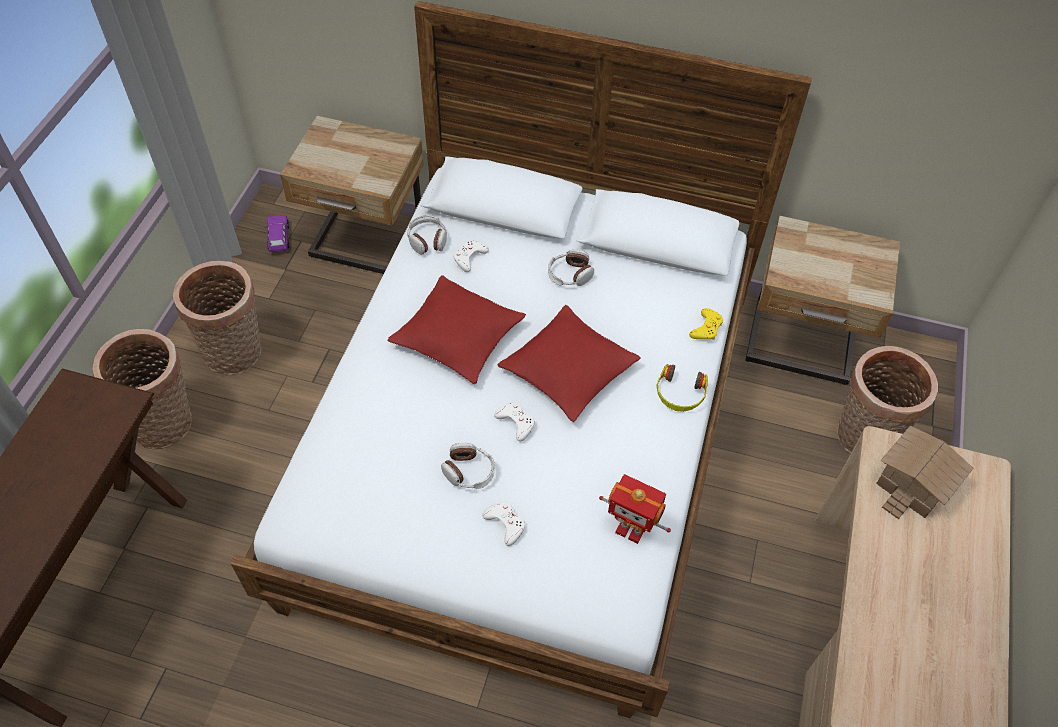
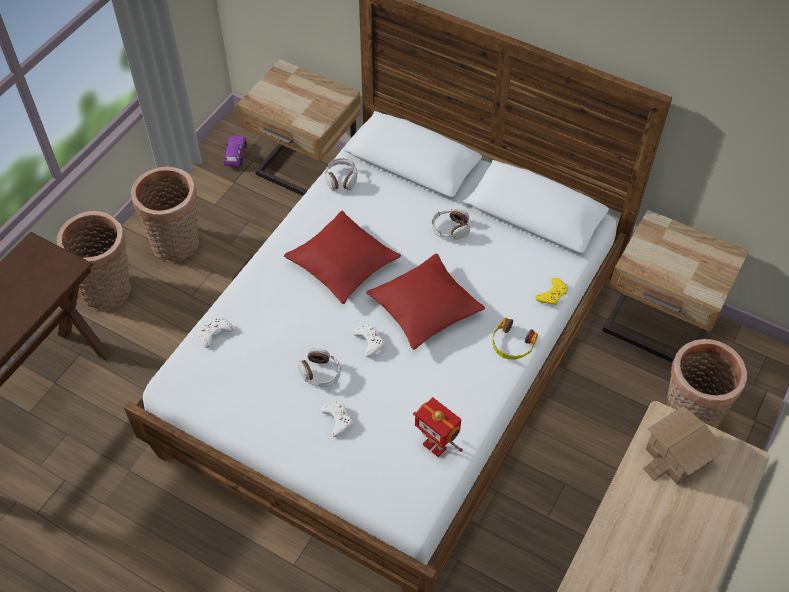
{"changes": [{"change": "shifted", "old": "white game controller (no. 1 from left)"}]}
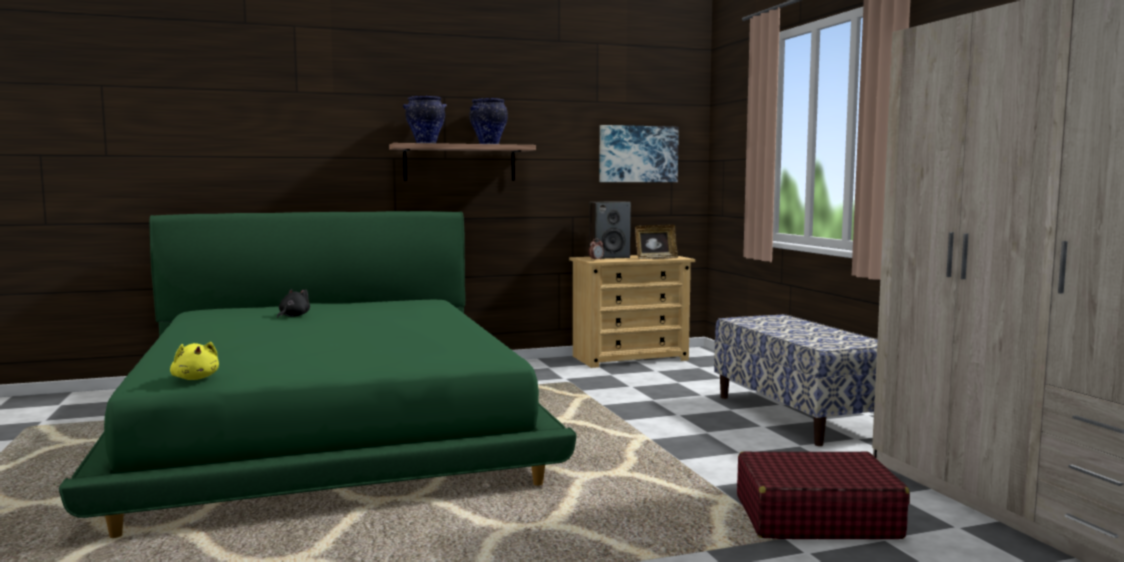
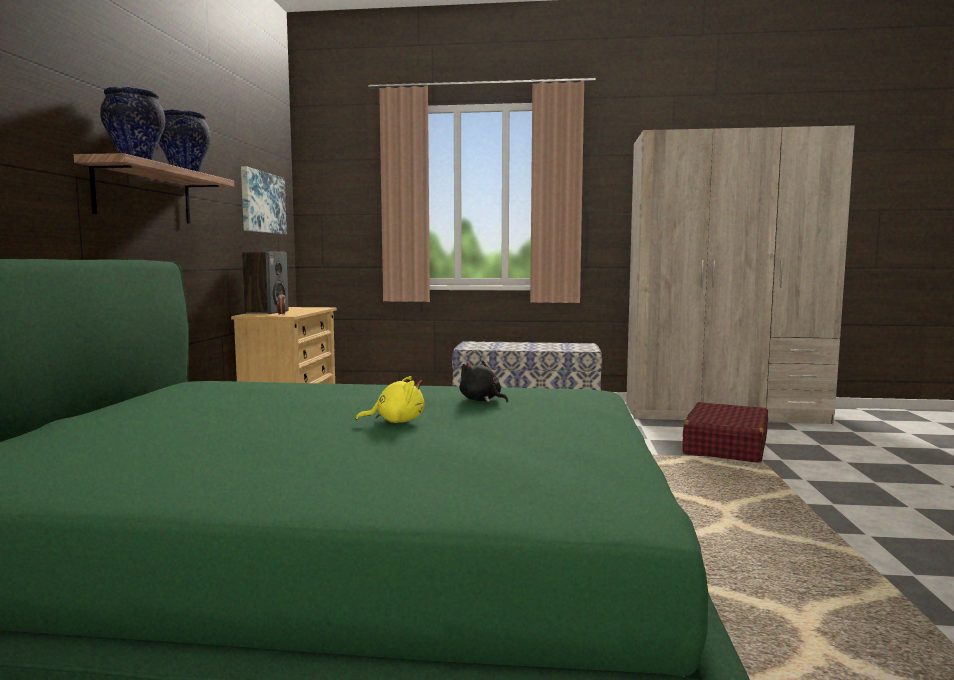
{"changes": [{"change": "gone", "old": "picture frame"}, {"change": "shifted", "old": "yellow plush toy"}, {"change": "shifted", "old": "black plush toy"}]}
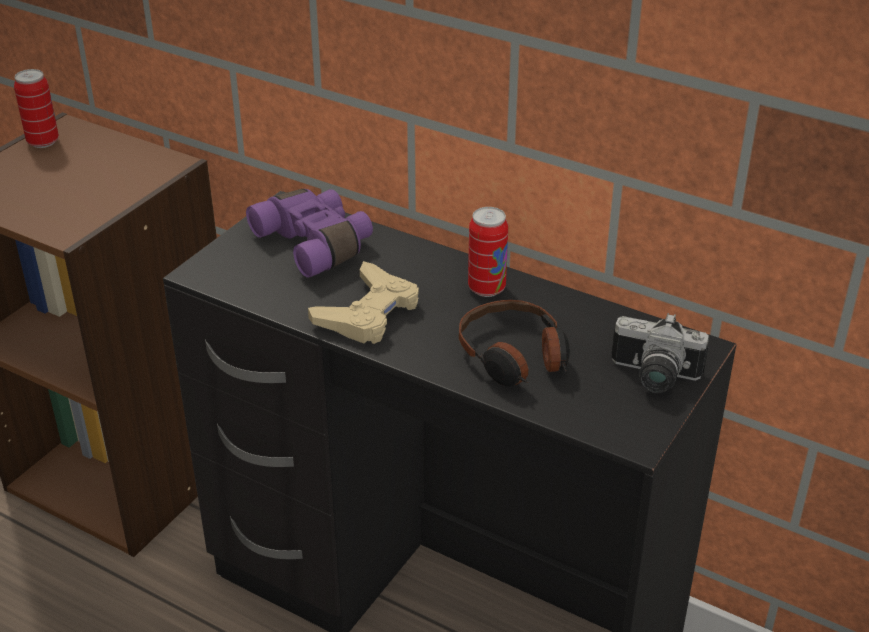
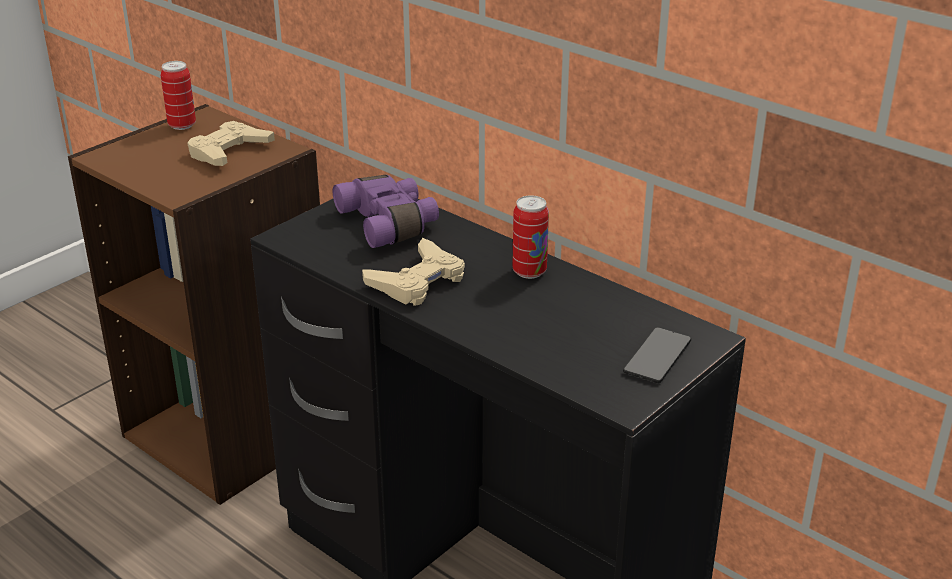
{"changes": [{"change": "gone", "old": "headphones"}, {"change": "new", "new": "beige game controller (no. 1 from left)"}, {"change": "swapped", "old": "photo camera", "new": "phone"}]}
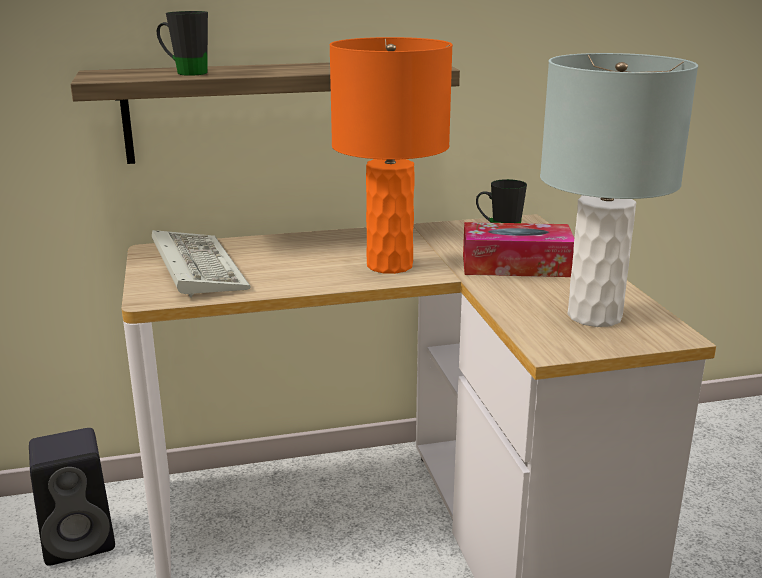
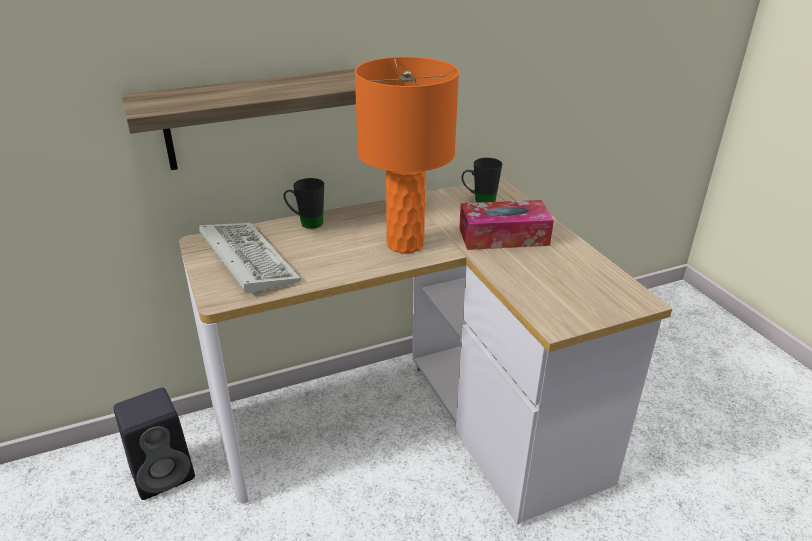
{"changes": [{"change": "gone", "old": "grey table lamp"}, {"change": "shifted", "old": "black mug (no. 1 from left)"}]}
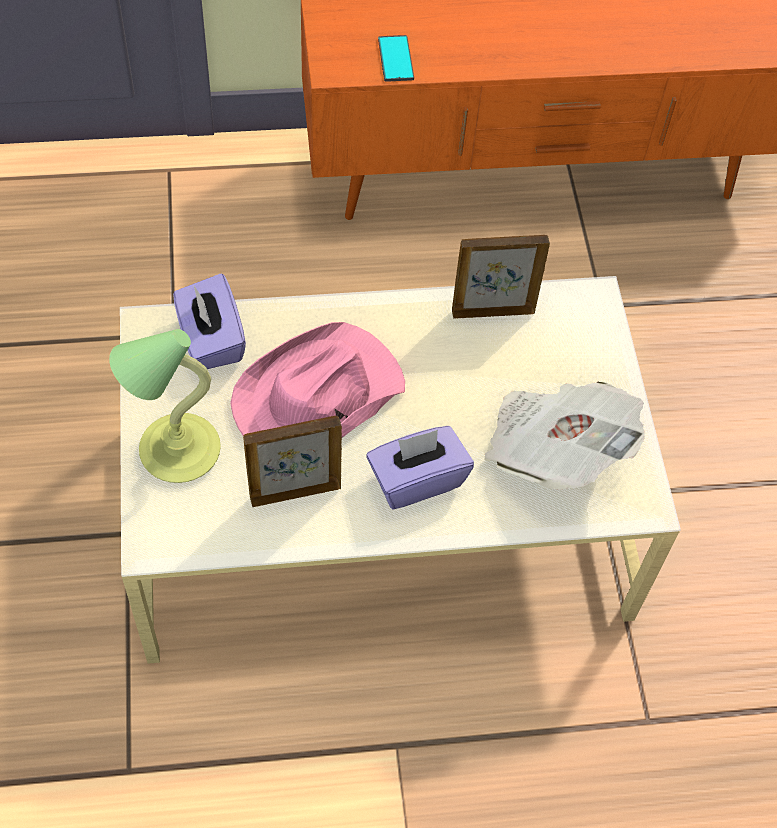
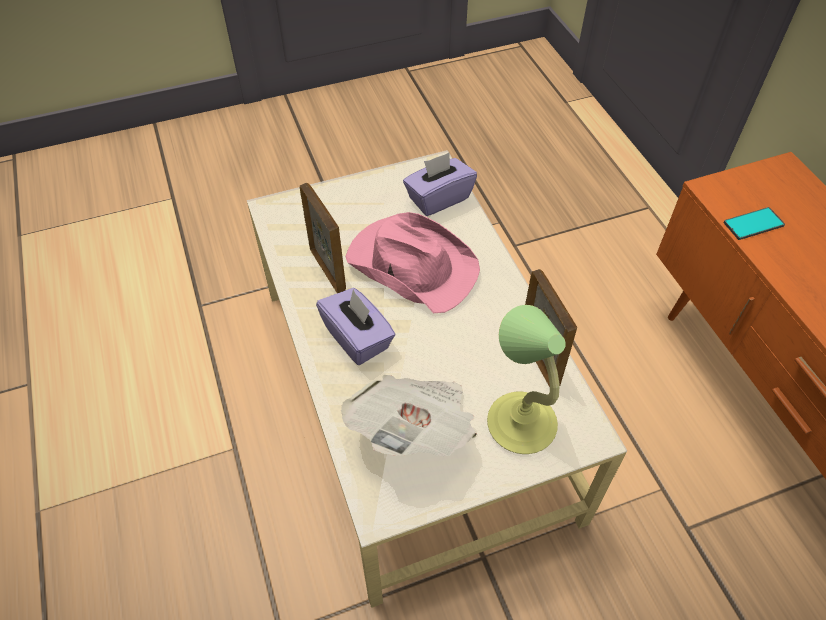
{"changes": [{"change": "shifted", "old": "table lamp"}]}
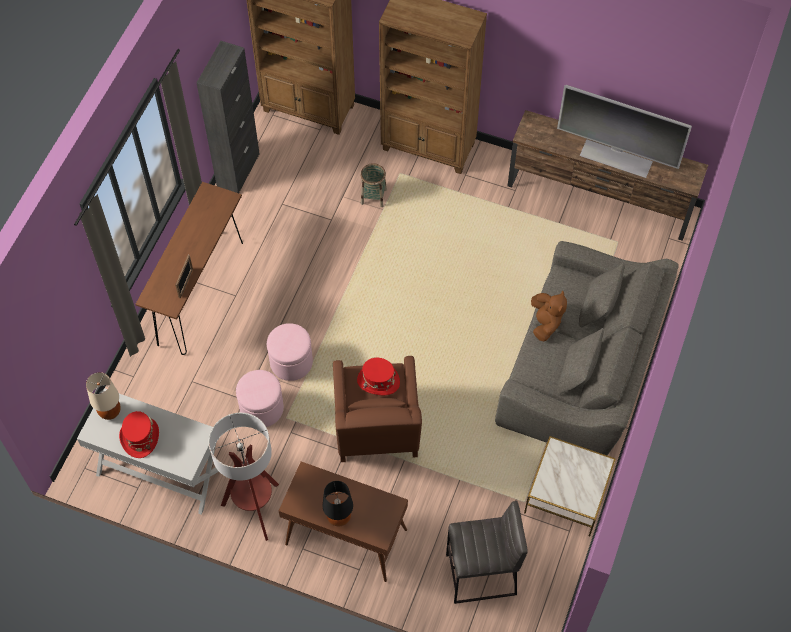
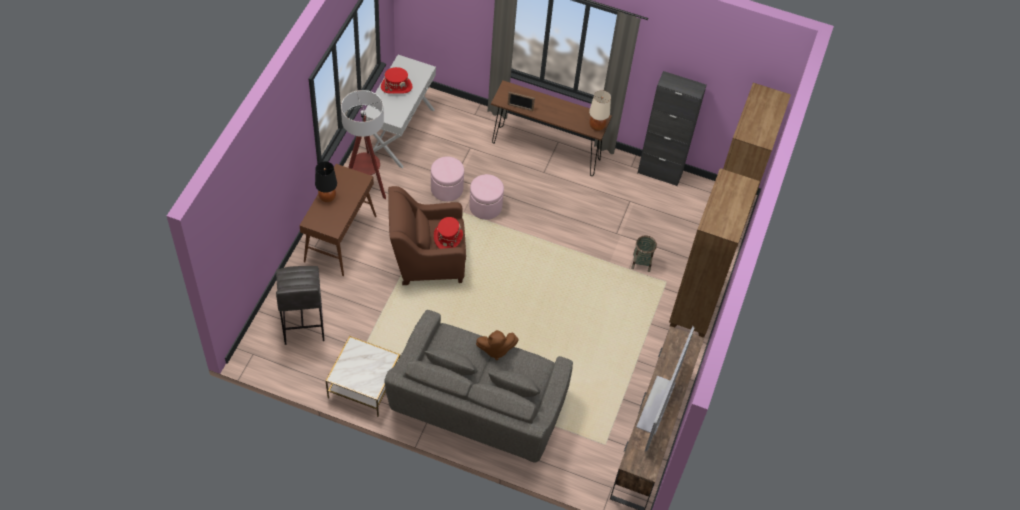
{"changes": [{"change": "shifted", "old": "beige table lamp"}]}
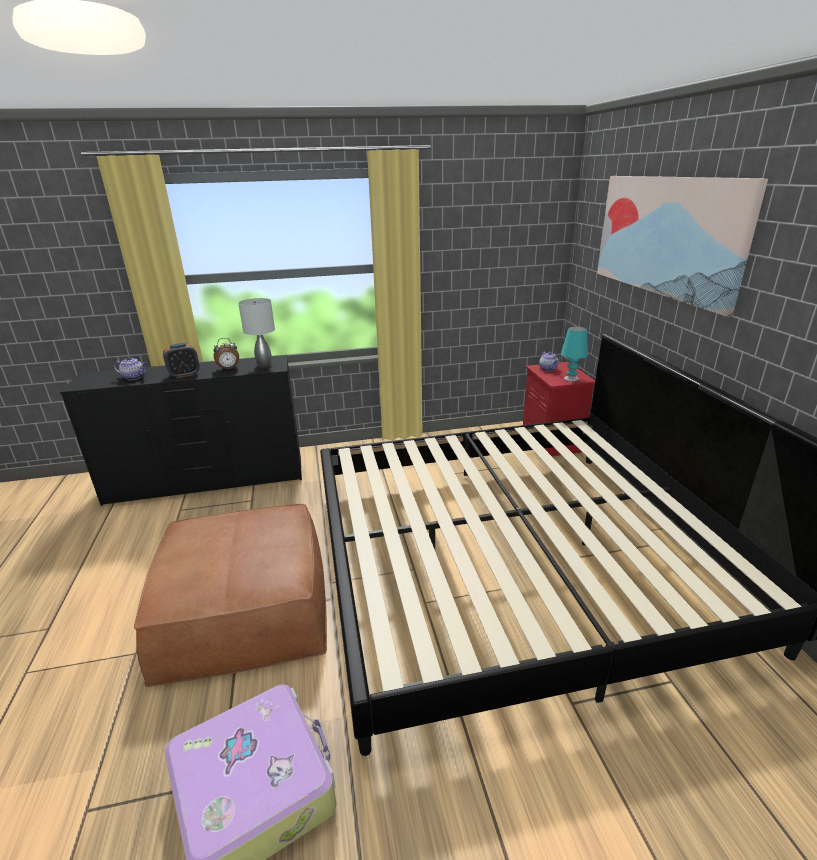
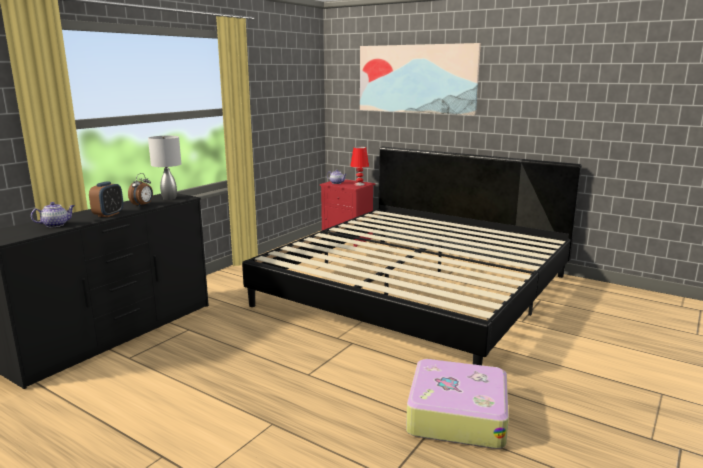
{"changes": [{"change": "gone", "old": "brown ottoman"}, {"change": "repainted", "old": "turquoise table lamp", "new": "red table lamp"}]}
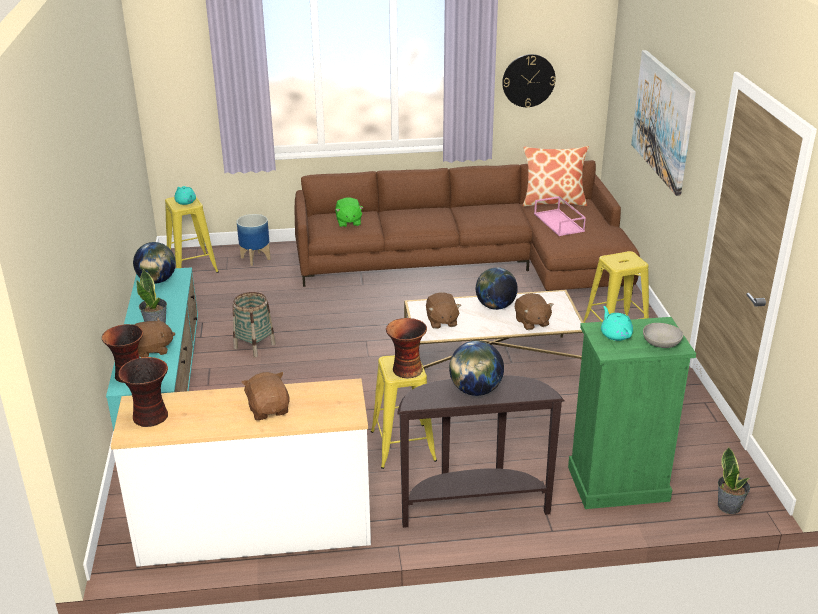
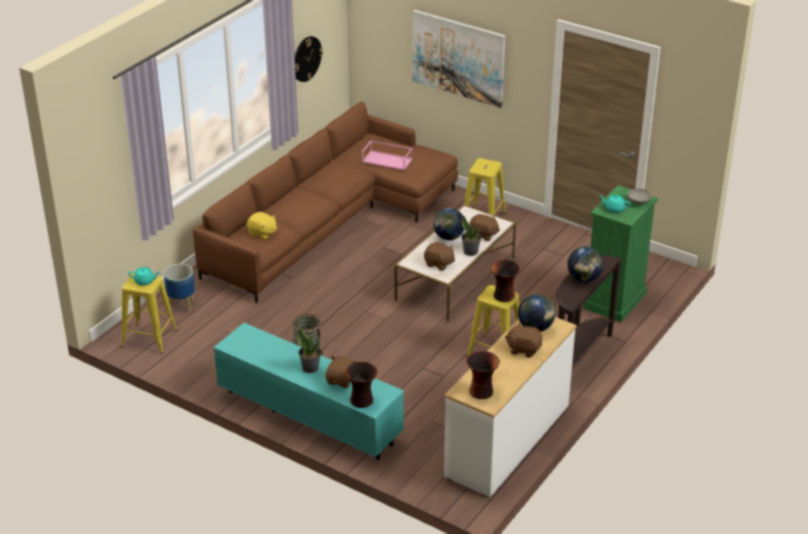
{"changes": [{"change": "gone", "old": "pillow"}, {"change": "shifted", "old": "globe (no. 1 from left in the first image)", "new": "globe (no. 2 from left)"}, {"change": "shifted", "old": "potted plant (no. 2 from left)"}, {"change": "repainted", "old": "green plush toy", "new": "yellow plush toy"}]}
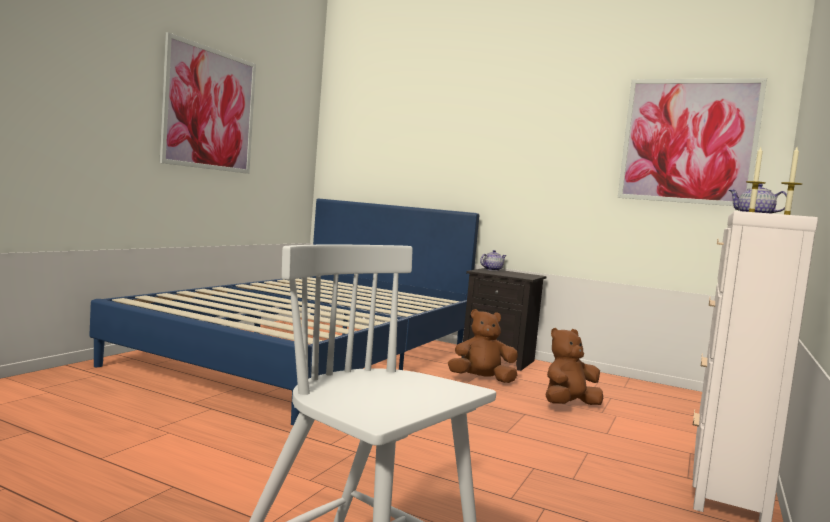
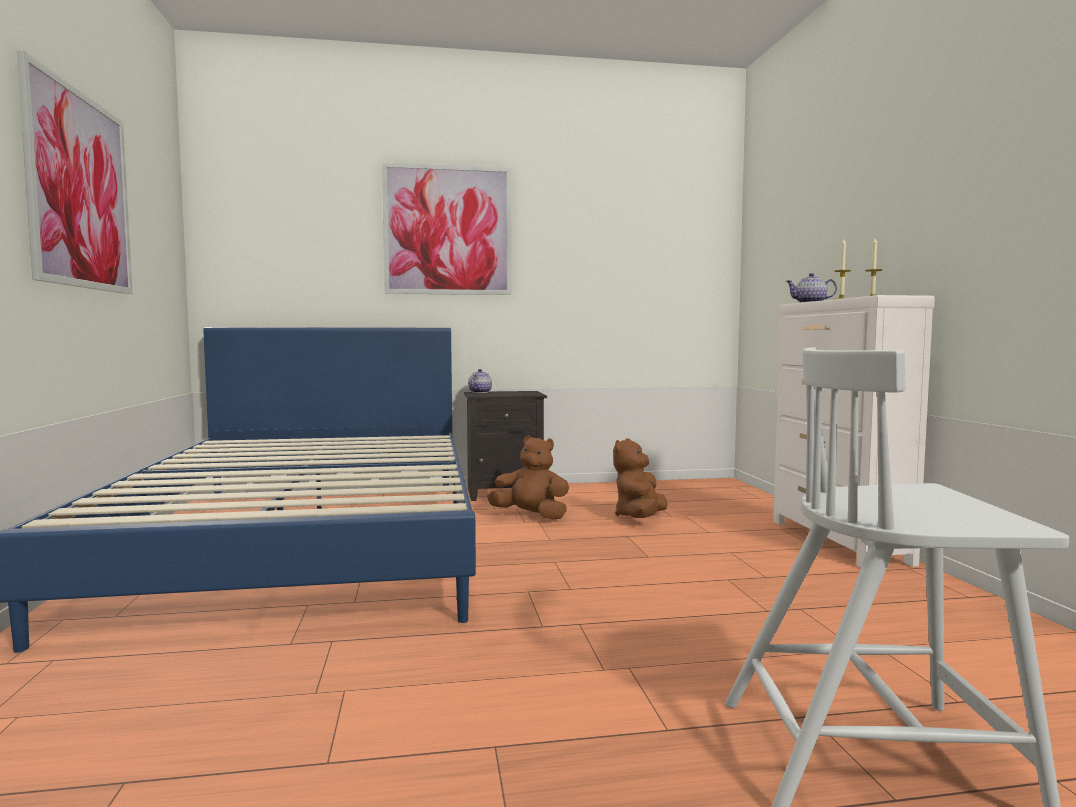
{"changes": [{"change": "shifted", "old": "picture (no. 2 from left)"}, {"change": "rotated", "old": "brown plush toy (no. 1 from left)", "degrees": 60}]}
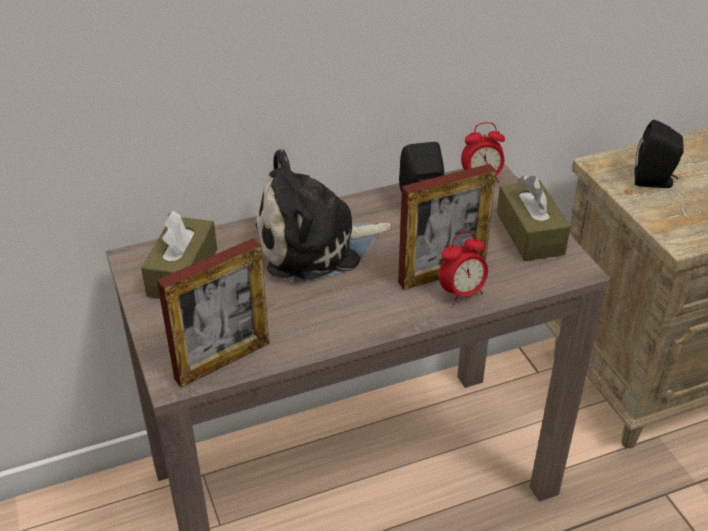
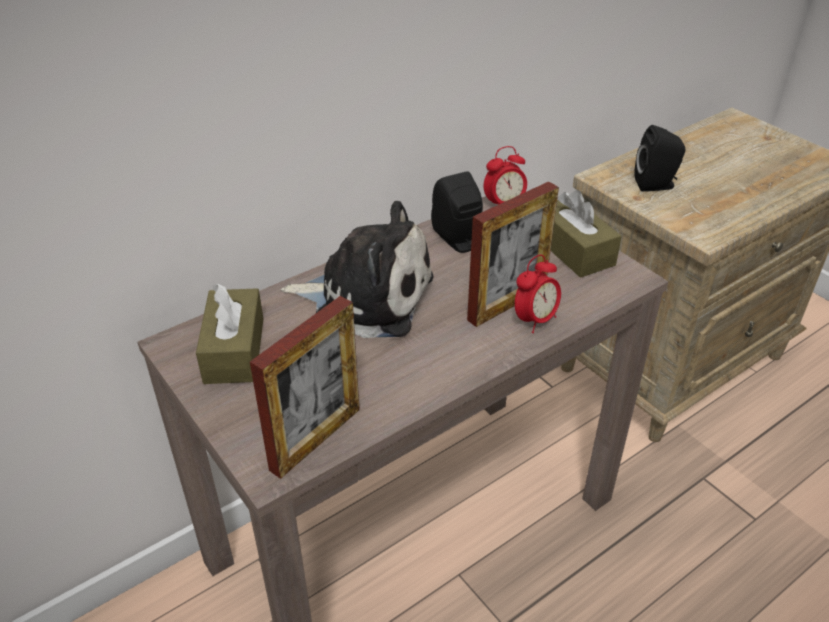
{"changes": [{"change": "rotated", "old": "plush toy", "degrees": -135}]}
